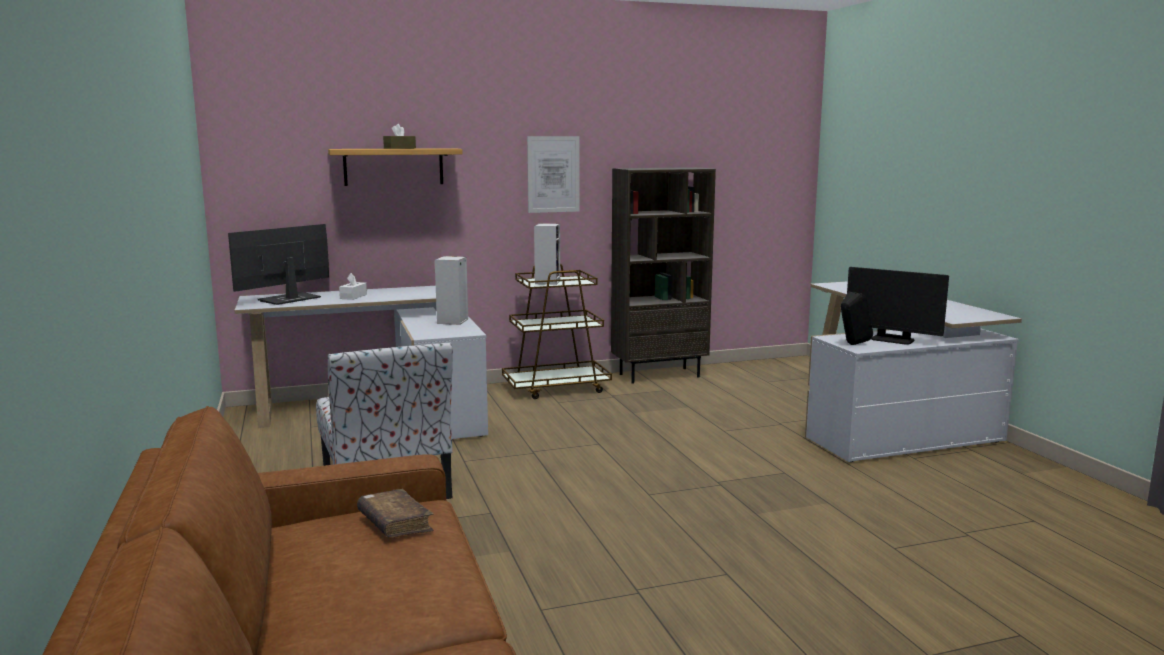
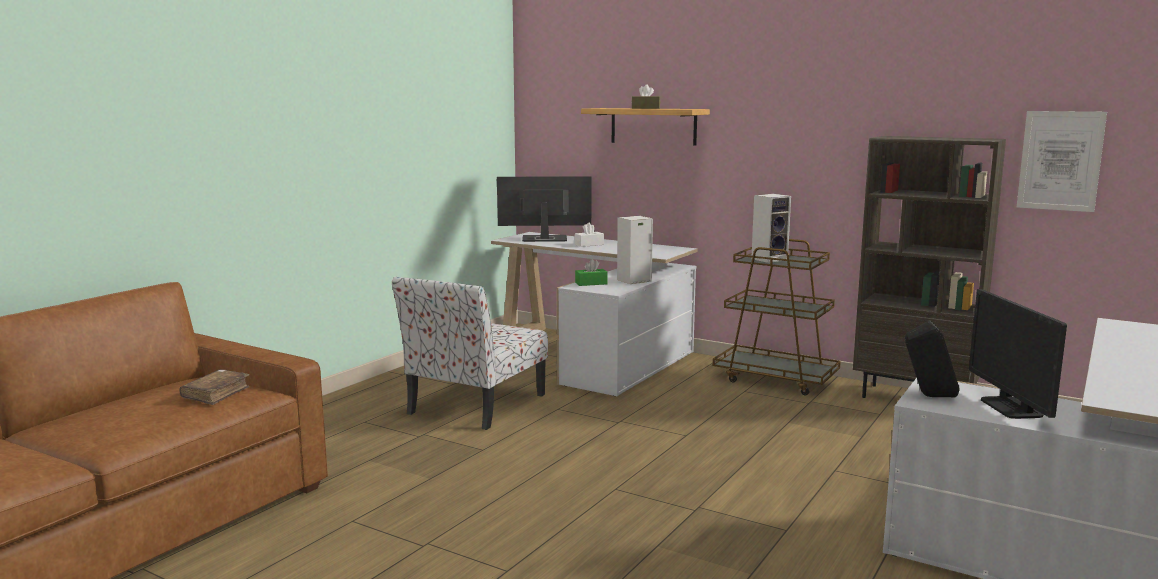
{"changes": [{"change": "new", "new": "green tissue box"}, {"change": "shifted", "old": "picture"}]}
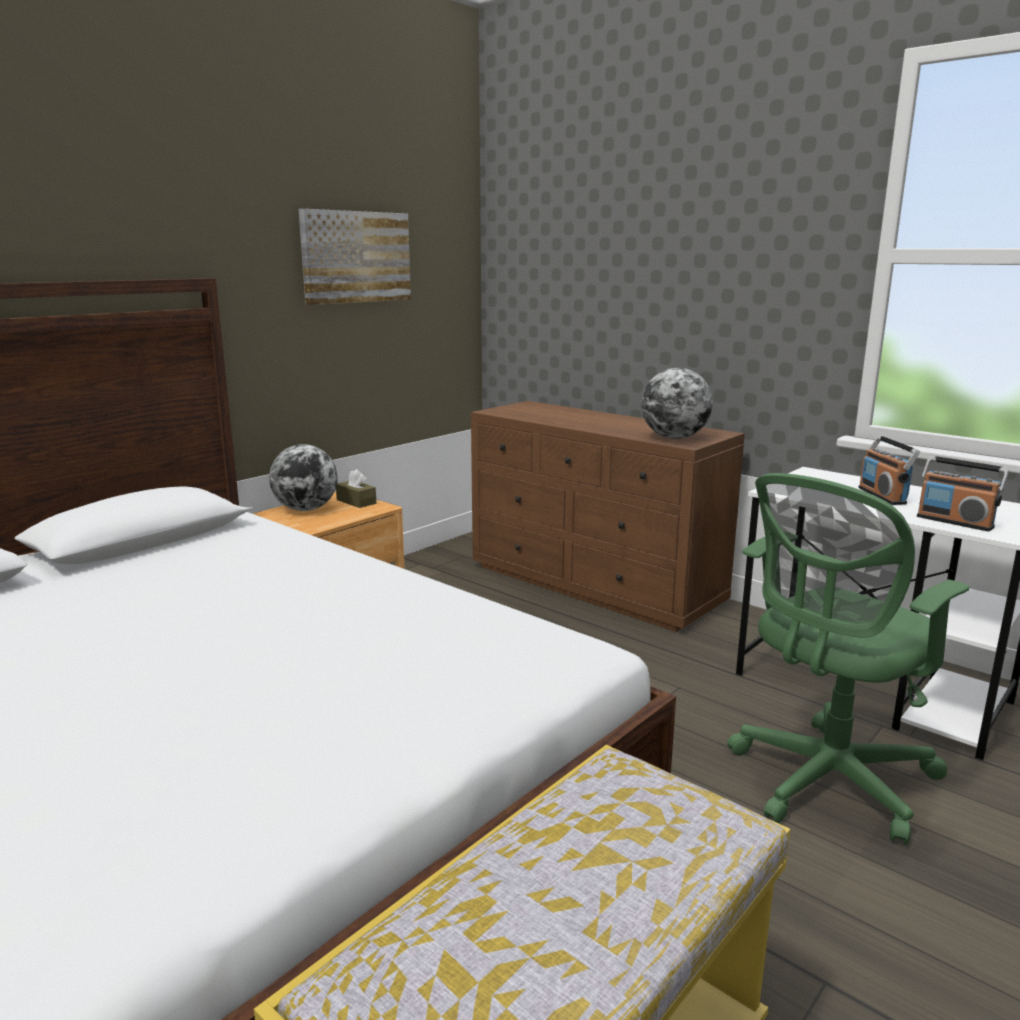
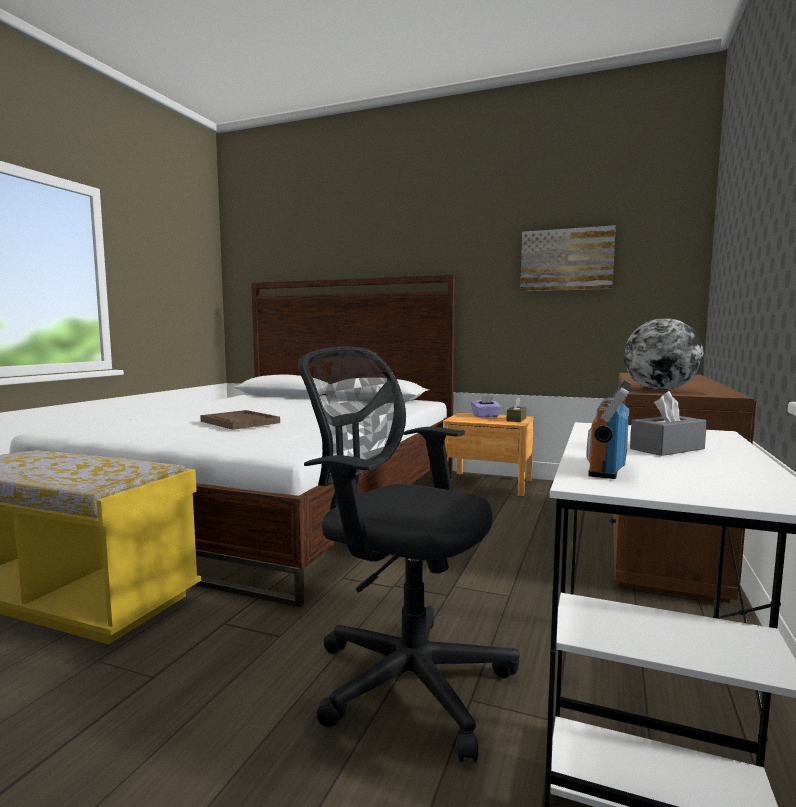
{"changes": [{"change": "new", "new": "brown tray"}, {"change": "swapped", "old": "globe (no. 1 from left)", "new": "purple tissue box"}, {"change": "swapped", "old": "radio (no. 1 from left)", "new": "grey tissue box"}, {"change": "repainted", "old": "green office chair", "new": "black office chair"}]}
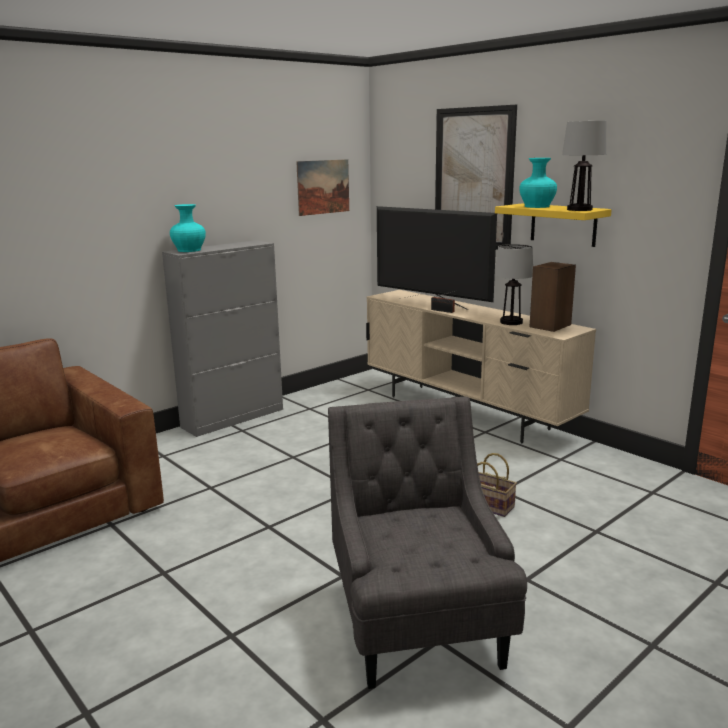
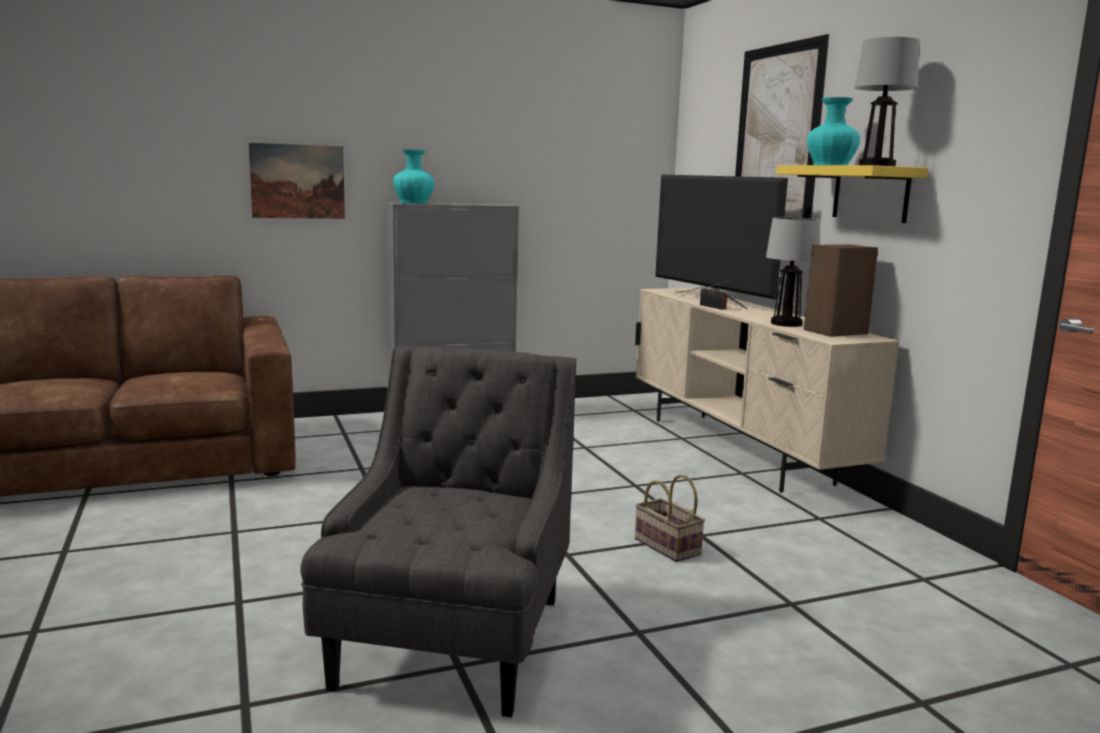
{"changes": [{"change": "shifted", "old": "picture (no. 1 from left)"}]}
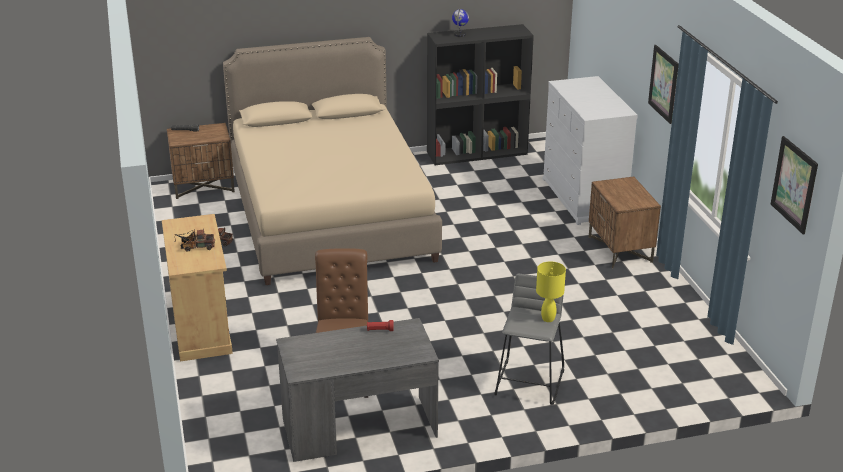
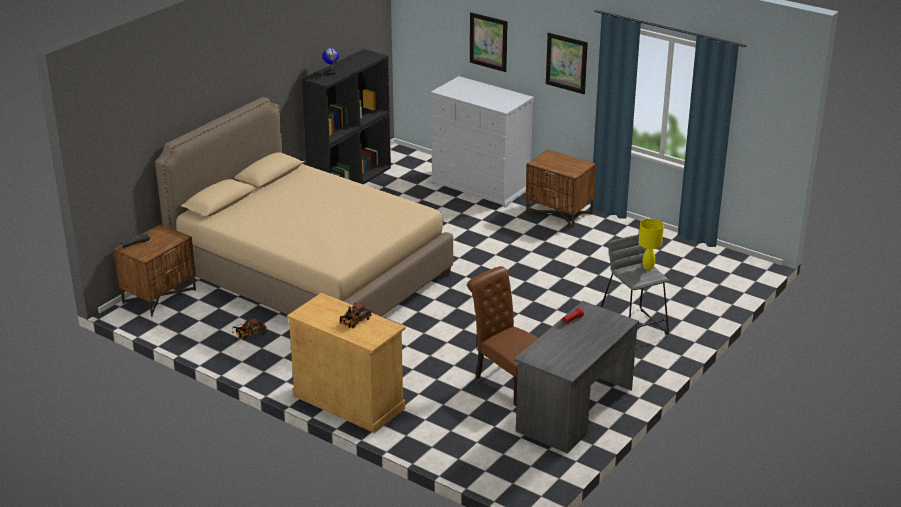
{"changes": [{"change": "shifted", "old": "picture (no. 2 from left in the first image)", "new": "picture (no. 1 from left)"}]}
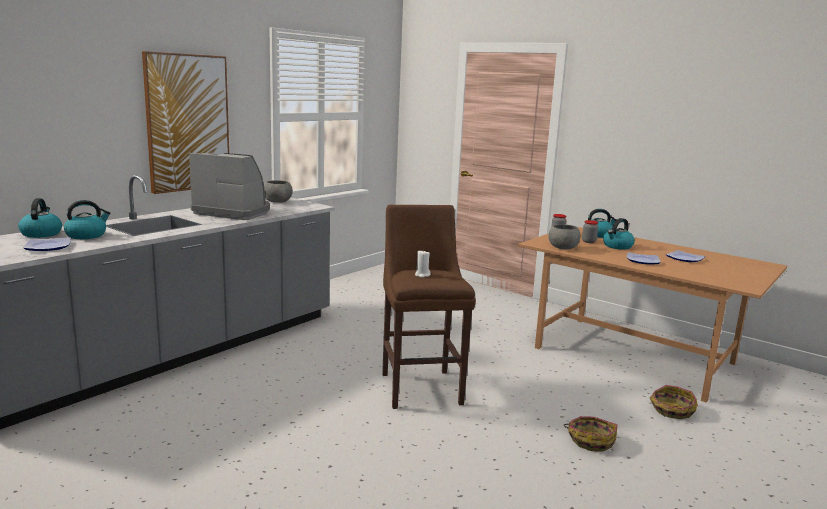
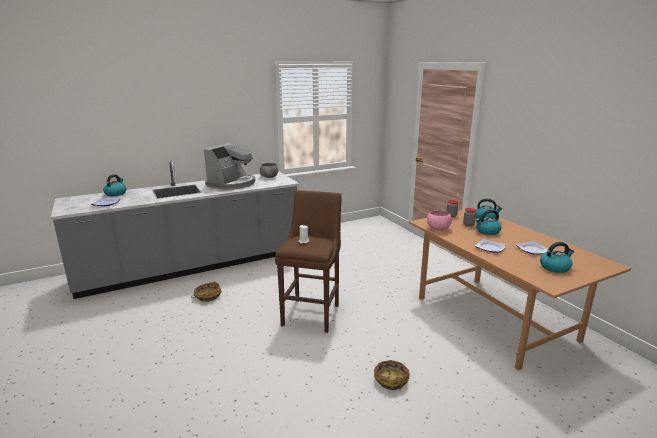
{"changes": [{"change": "gone", "old": "picture"}, {"change": "shifted", "old": "kettle (no. 2 from left in the first image)", "new": "kettle (no. 4 from left)"}, {"change": "shifted", "old": "basket (no. 2 from left in the first image)", "new": "basket (no. 1 from left)"}, {"change": "repainted", "old": "grey bowl (no. 2 from left)", "new": "pink bowl"}, {"change": "rotated", "old": "coffee machine", "degrees": 75}]}
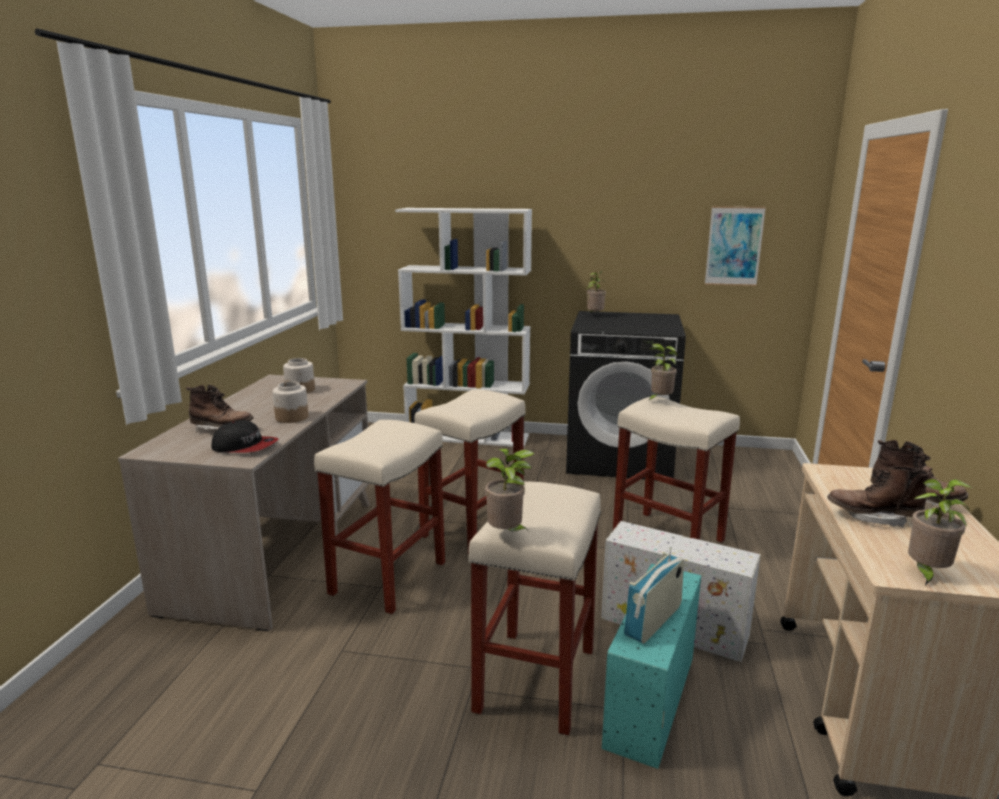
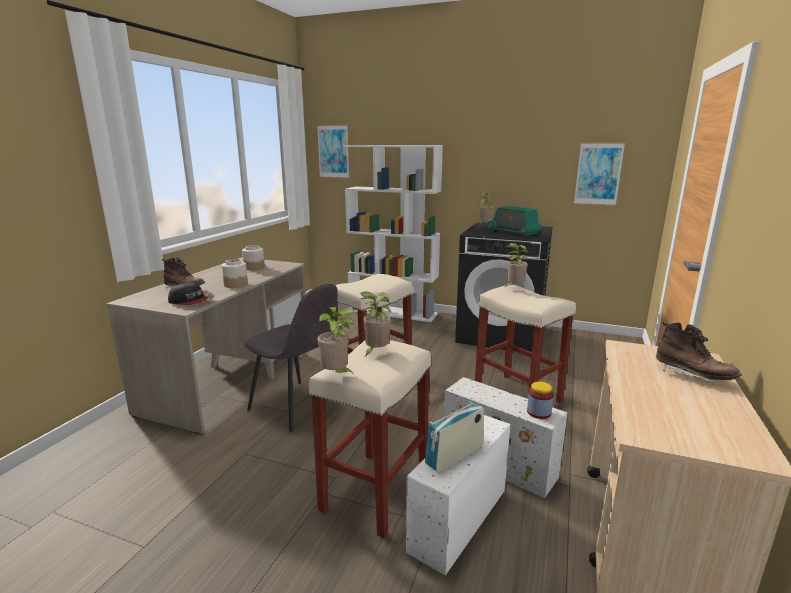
{"changes": [{"change": "gone", "old": "brown boot (no. 2 from left)"}, {"change": "new", "new": "picture (no. 1 from left)"}, {"change": "new", "new": "radio (no. 2 from left)"}, {"change": "new", "new": "jar (no. 3 from left)"}, {"change": "shifted", "old": "potted plant (no. 4 from left in the first image)", "new": "potted plant (no. 2 from left)"}, {"change": "swapped", "old": "beige stool (no. 1 from left)", "new": "grey chair"}, {"change": "repainted", "old": "turquoise storage box", "new": "white storage box (no. 1 from left)"}]}
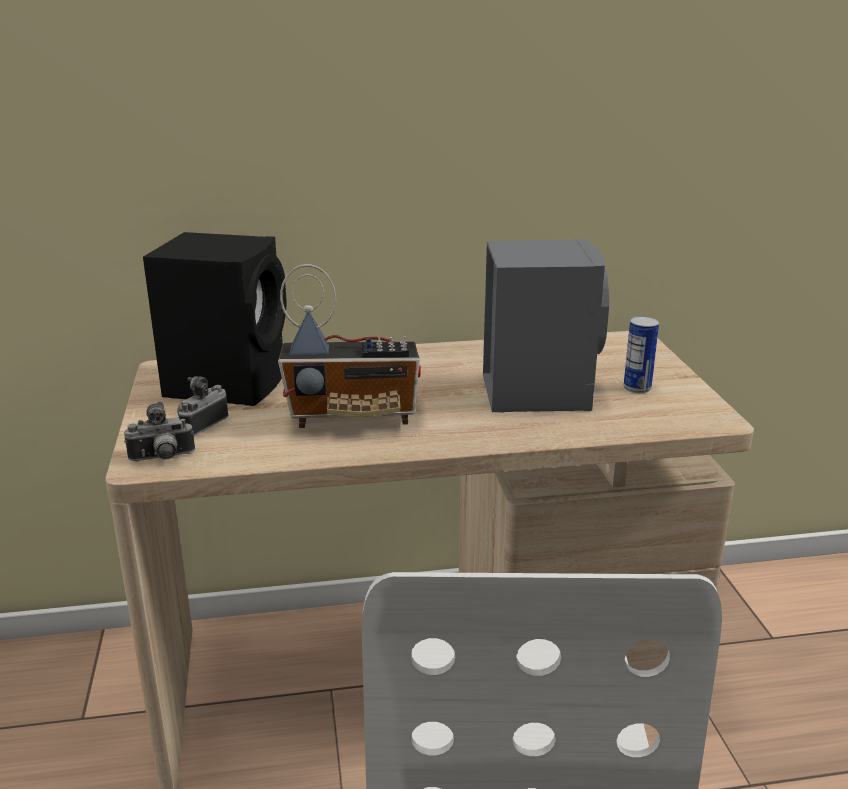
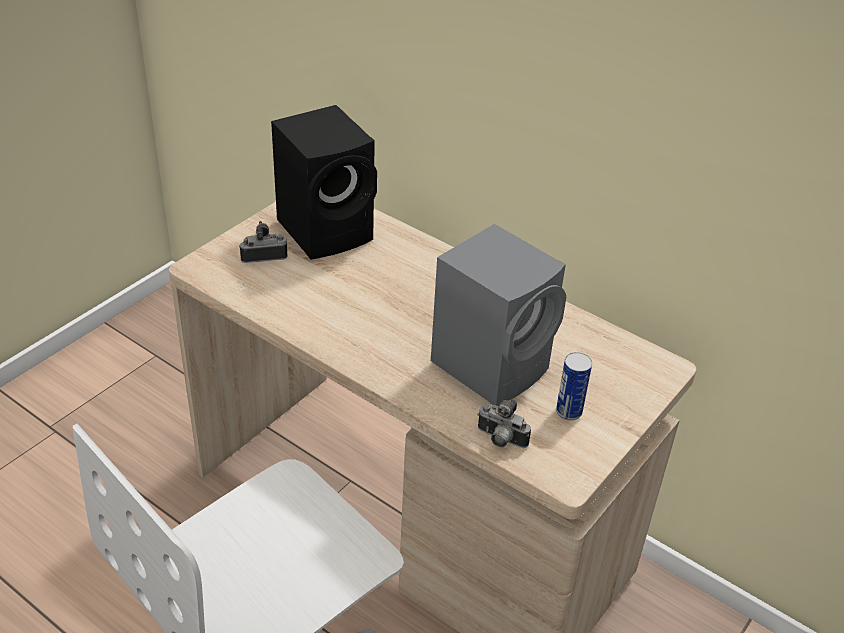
{"changes": [{"change": "gone", "old": "radio"}, {"change": "shifted", "old": "photo camera (no. 1 from left in the first image)", "new": "photo camera (no. 2 from left)"}]}
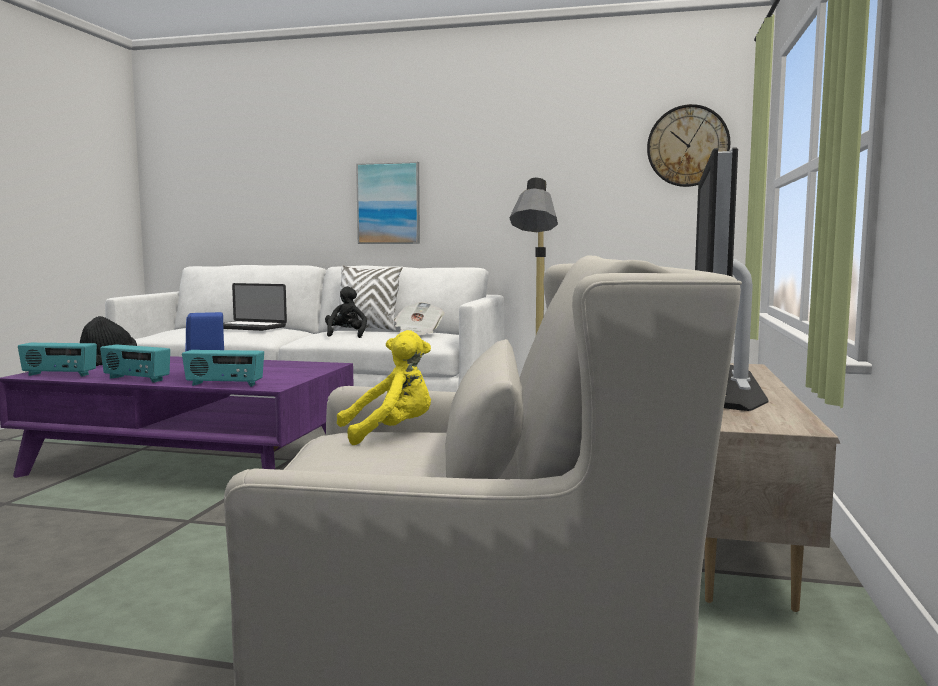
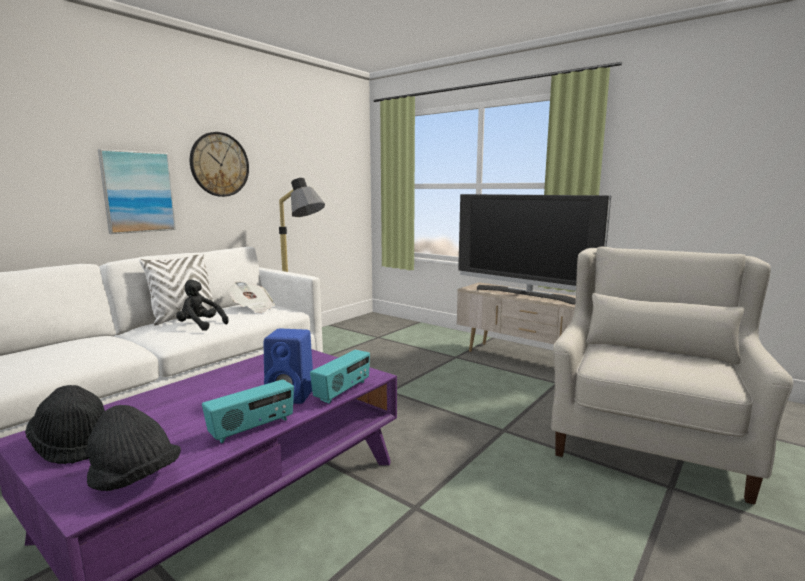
{"changes": [{"change": "gone", "old": "laptop"}, {"change": "gone", "old": "yellow plush toy"}, {"change": "shifted", "old": "wall clock"}, {"change": "swapped", "old": "radio (no. 1 from left)", "new": "black hat (no. 2 from left)"}]}
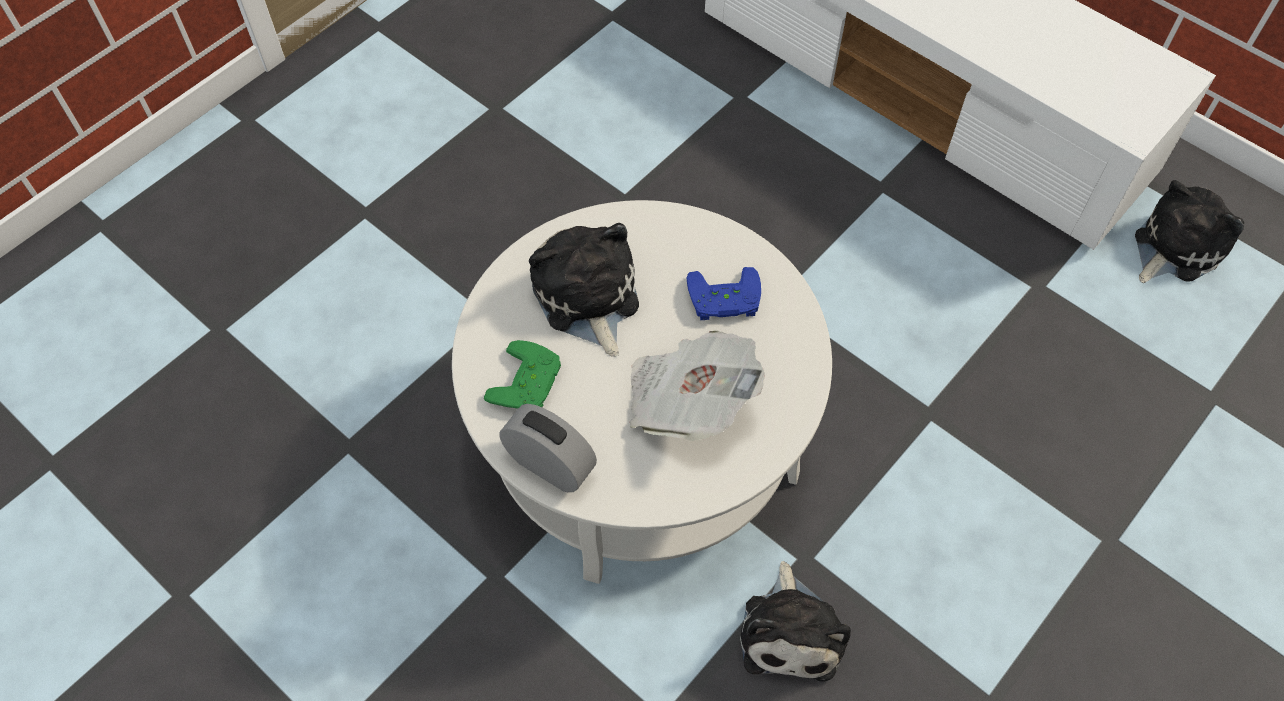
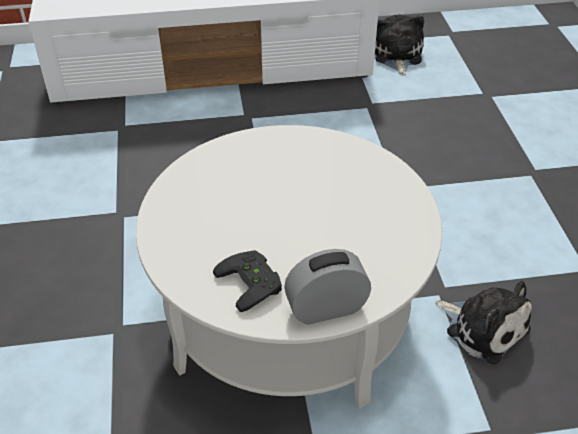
{"changes": [{"change": "gone", "old": "plush toy (no. 1 from left)"}, {"change": "gone", "old": "newspaper"}, {"change": "gone", "old": "blue game controller"}, {"change": "repainted", "old": "green game controller", "new": "black game controller"}]}
